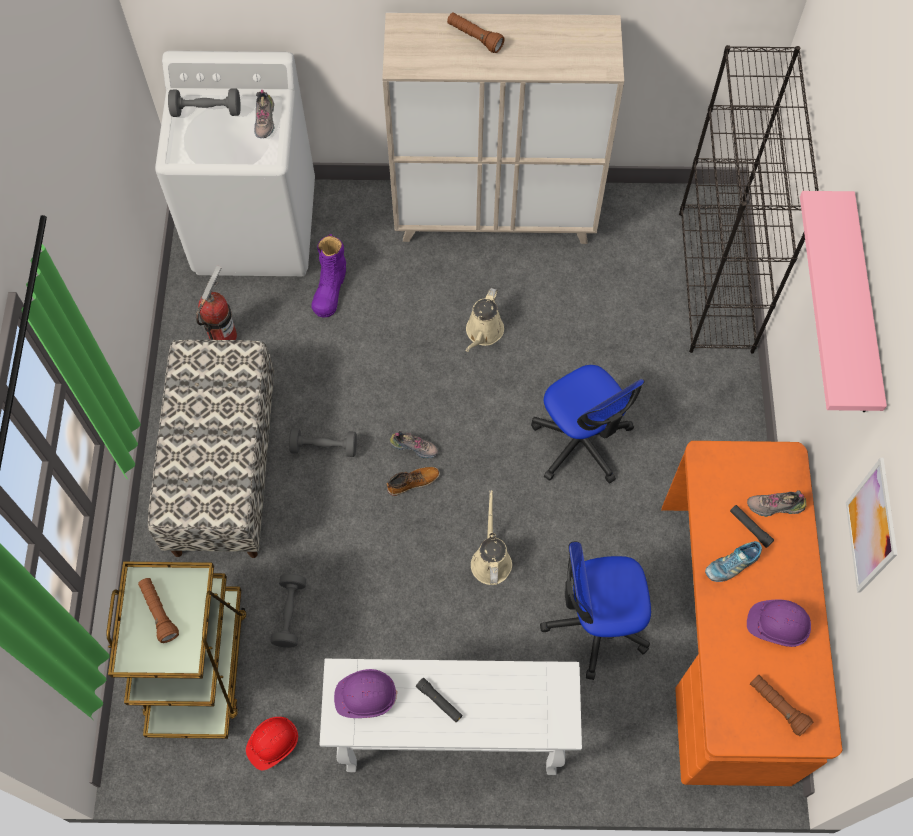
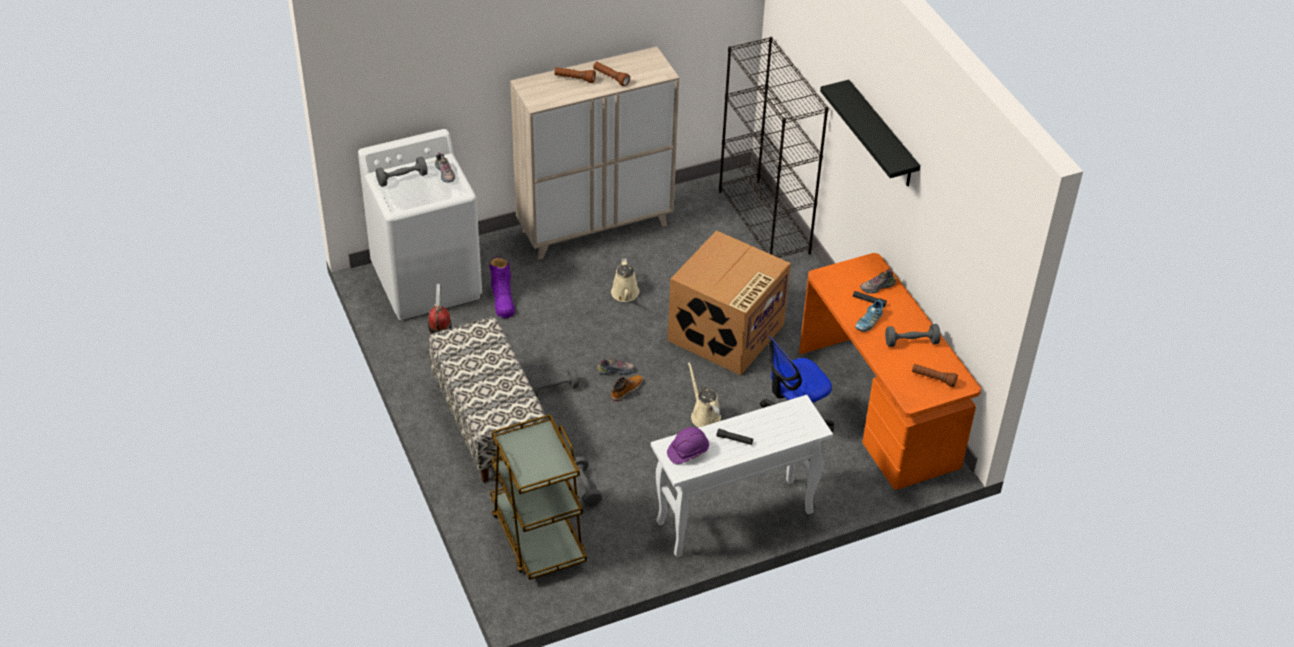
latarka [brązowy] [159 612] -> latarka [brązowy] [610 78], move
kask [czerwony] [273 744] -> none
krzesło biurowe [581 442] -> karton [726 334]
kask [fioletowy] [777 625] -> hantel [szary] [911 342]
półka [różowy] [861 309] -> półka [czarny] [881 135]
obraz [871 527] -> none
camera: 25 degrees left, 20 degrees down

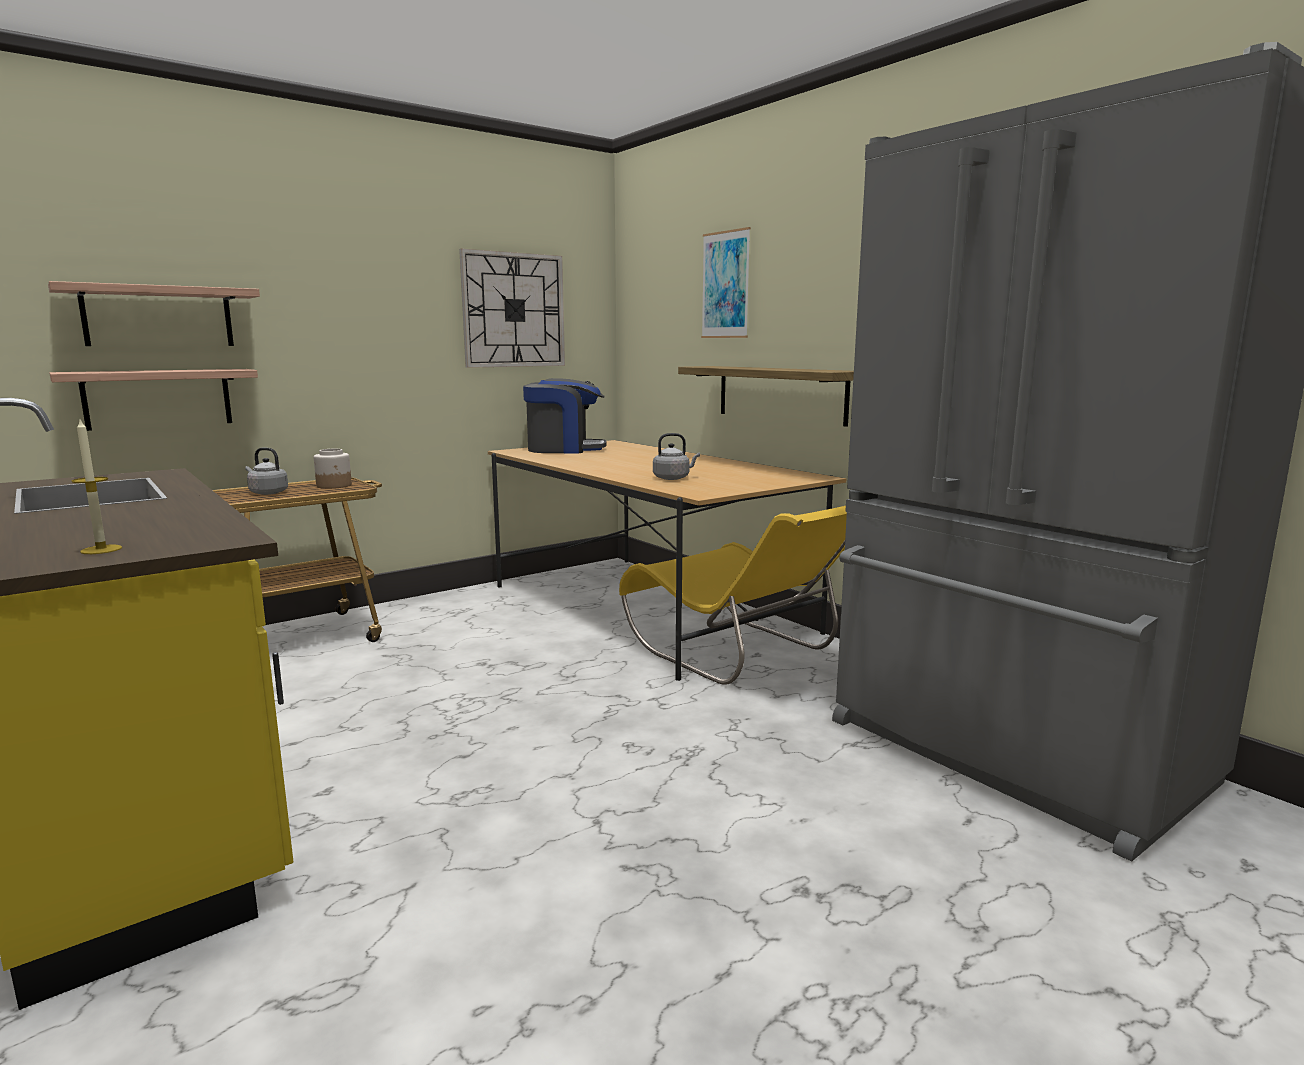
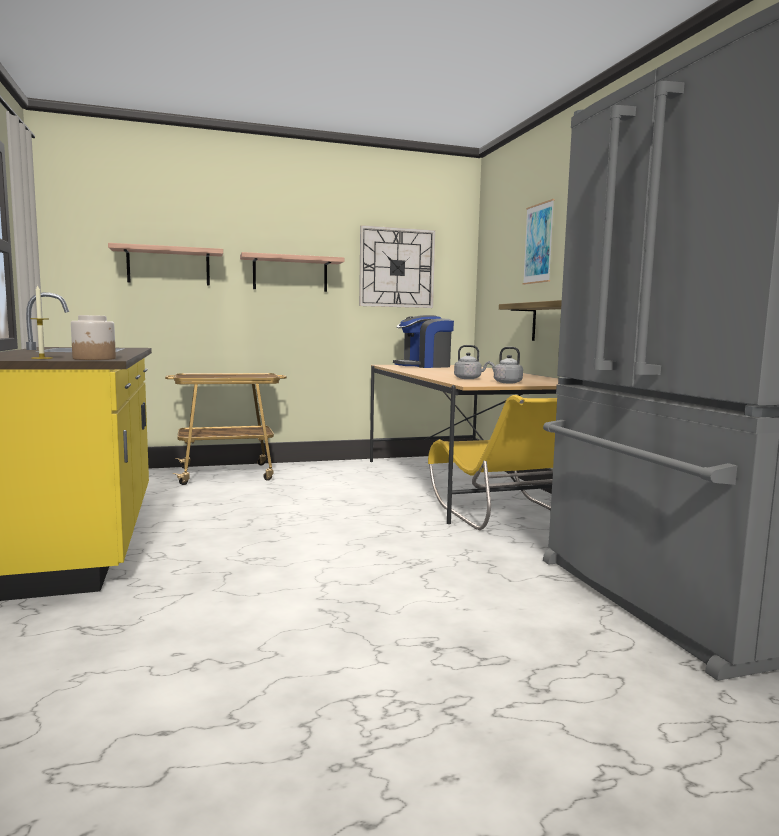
półka [158 398] -> półka [290 274], move
czajnik [szary] [267 492] -> czajnik [szary] [506 382], move
słoik [334 485] -> słoik [94 359], move
ekspres do kawy [564 449] -> ekspres do kawy [424 366], 135 degrees clockwise
camera: 20 degrees right, 5 degrees down

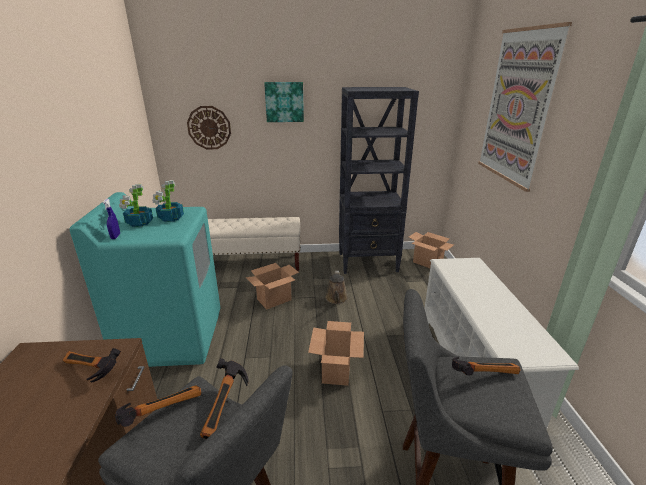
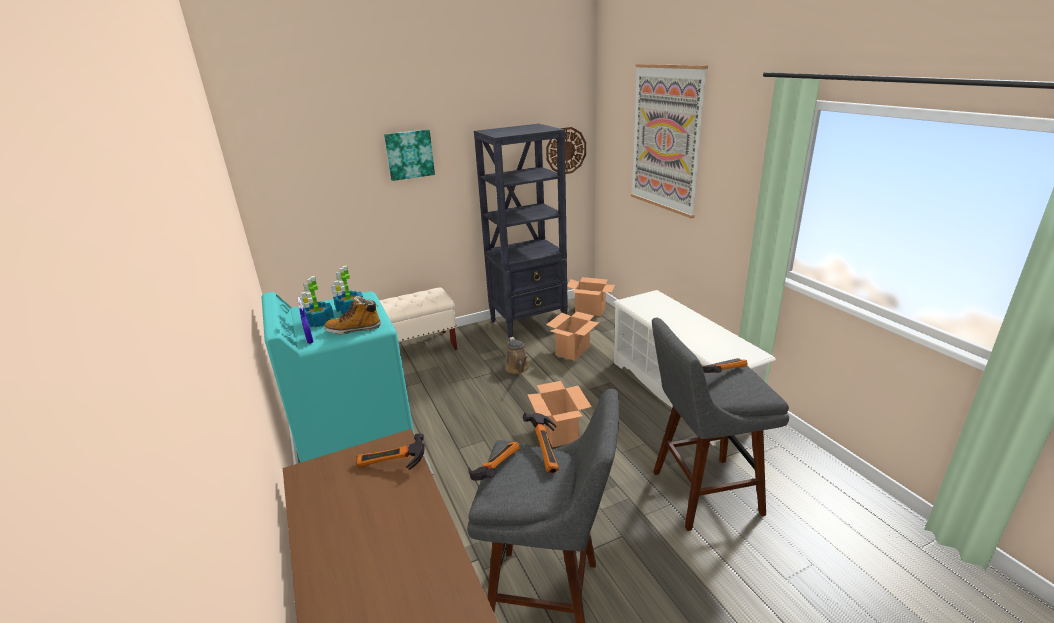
zegar ścienny [209 127] -> zegar ścienny [566 150], move
karton [274 299] -> karton [572 351], move
none -> but z cholewką [354 329]
camera: 20 degrees left, 0 degrees up

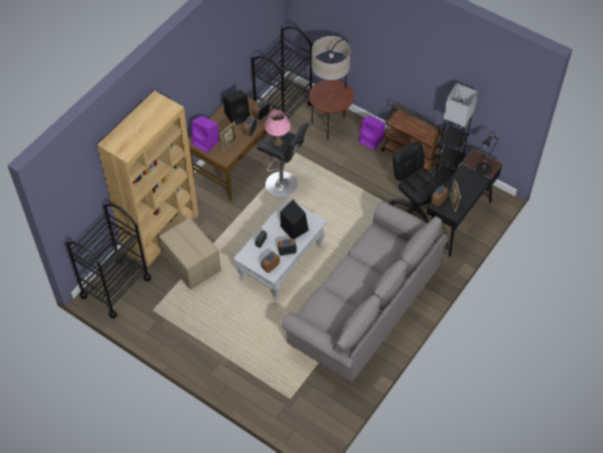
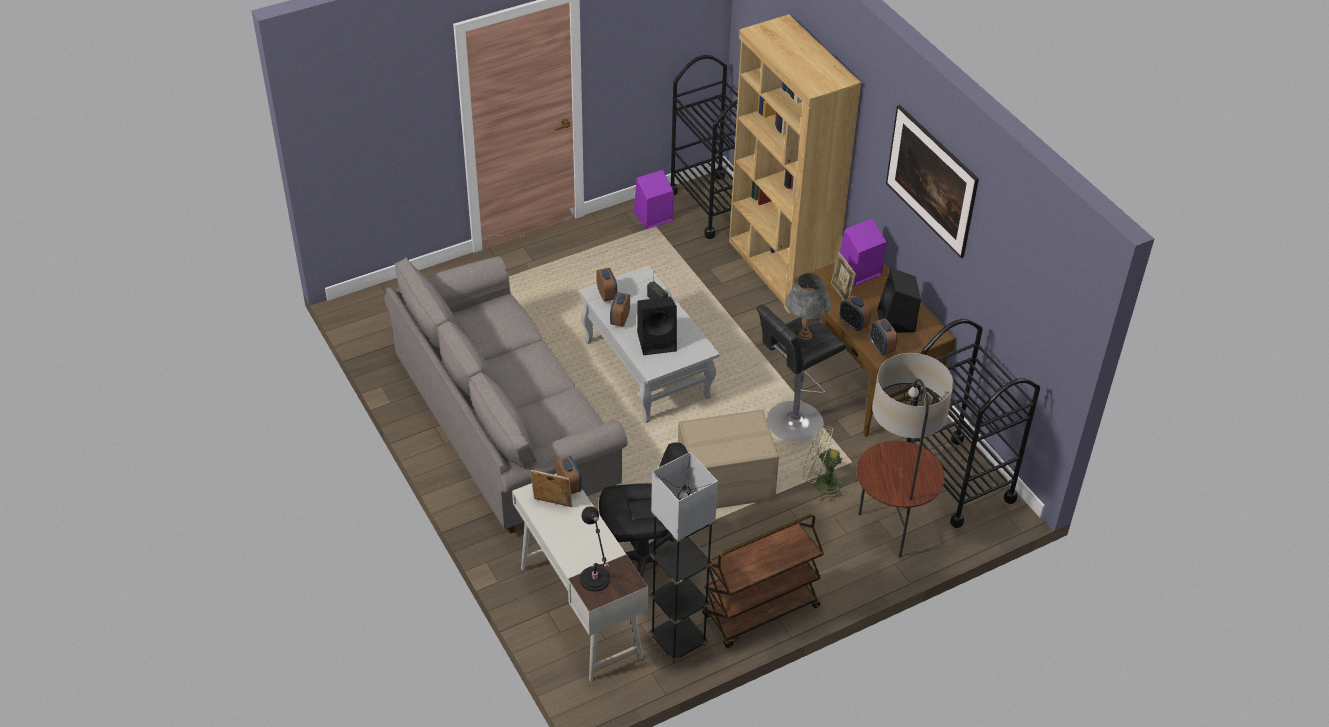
karton [192 263] -> karton [725 483], move
lampa stołowa [różowy] [278 142] -> lampa stołowa [szary] [805 335]
głośnik [fioletowy] [371 140] -> głośnik [fioletowy] [652 217], move
biurko [czarny] [457 222] -> biurko [biały] [580 611]
none -> wentylator [zielony] [820 484]
none -> obraz [928 200]
camera: 115 degrees right, 10 degrees down

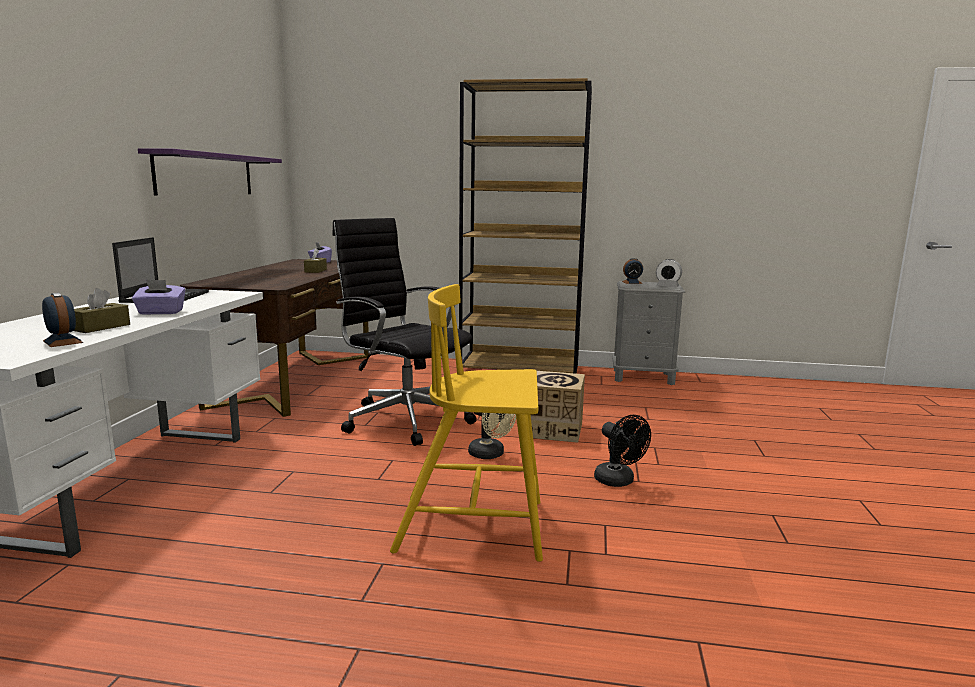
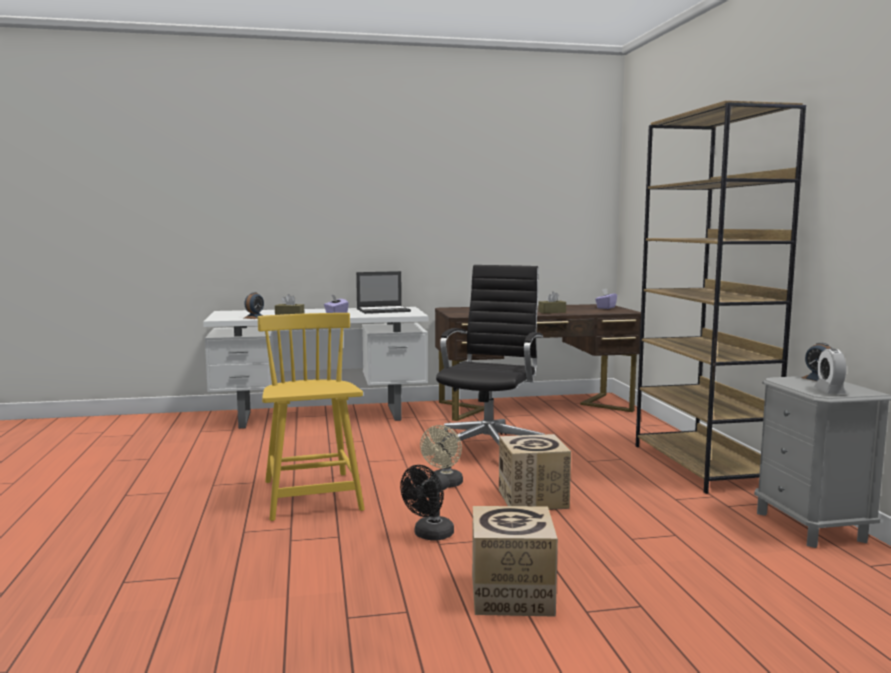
półka [fioletowy] [206 174] -> none
none -> karton [511 595]
camera: 70 degrees right, 5 degrees down

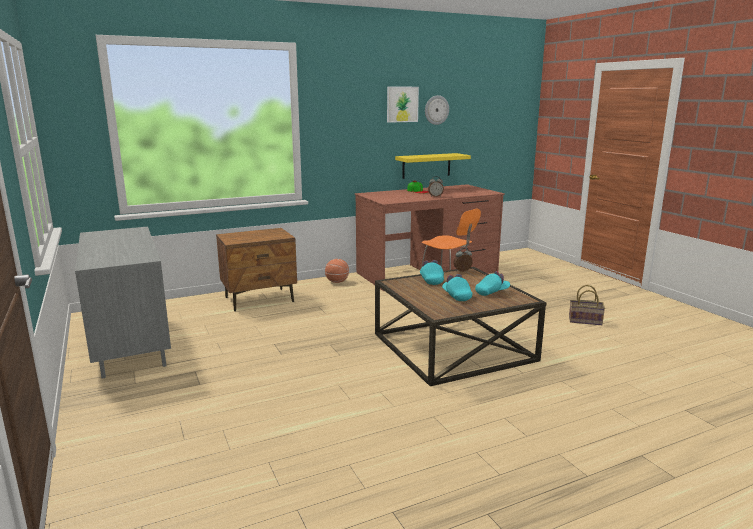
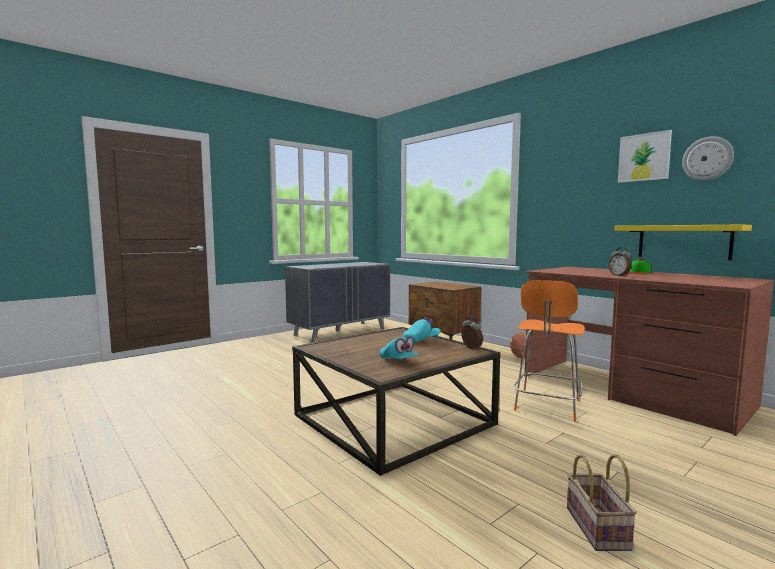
czapka z daszkiem [turkusowy] [456 296] -> none
camera: 75 degrees right, 10 degrees down

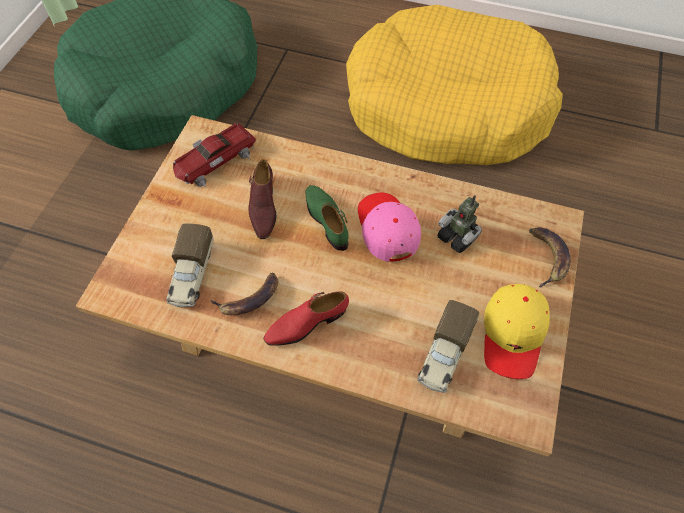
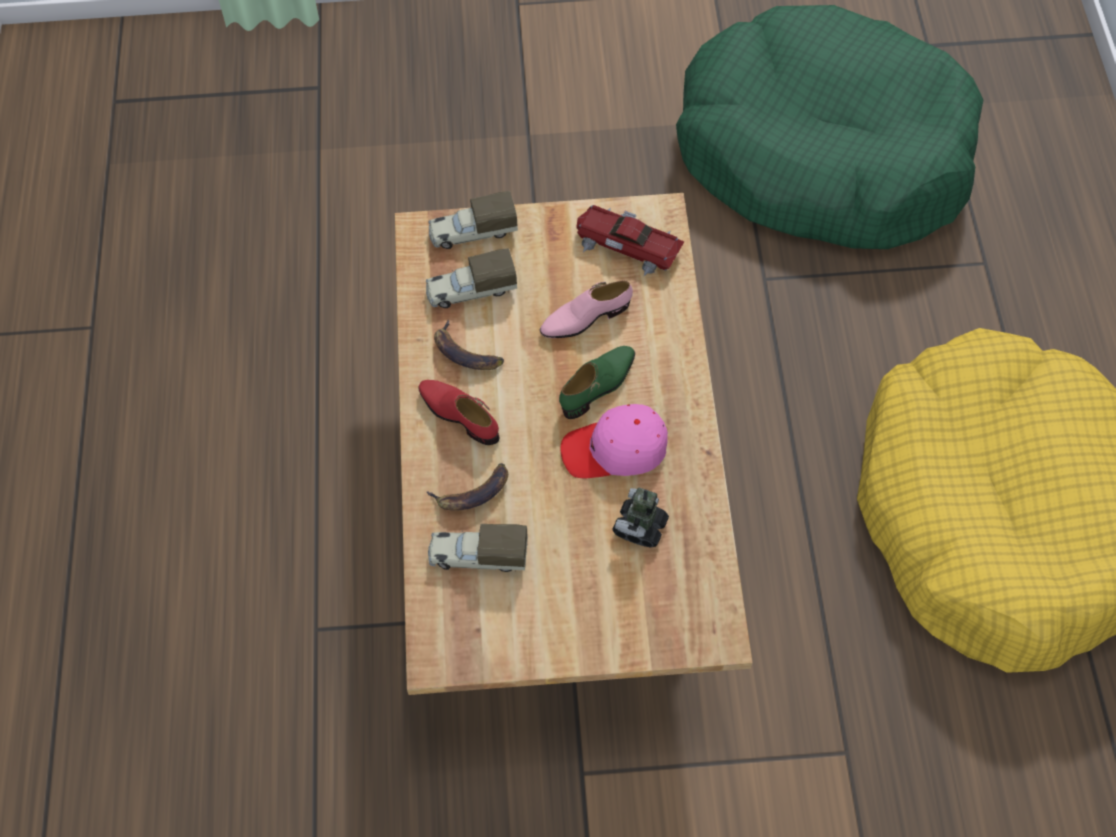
but [brązowy] [263 207] -> but [różowy] [585 318]
czapka z daszkiem [różowy] [386 229] -> czapka z daszkiem [różowy] [615 450], 150 degrees counterclockwise
czapka z daszkiem [żółty] [513 334] -> none
banan [547 257] -> banan [472 493], move
none -> ciężarówka zabawkowa [472 232]
camera: 70 degrees right, 0 degrees up

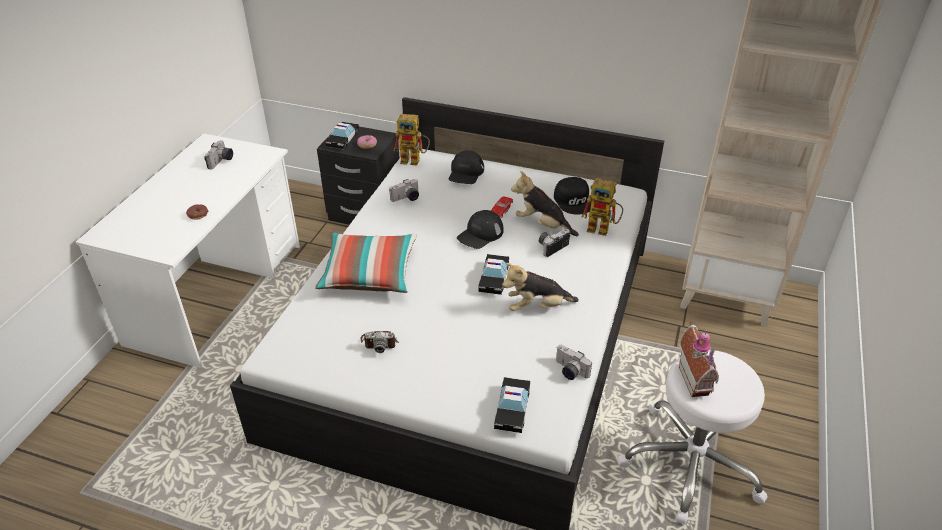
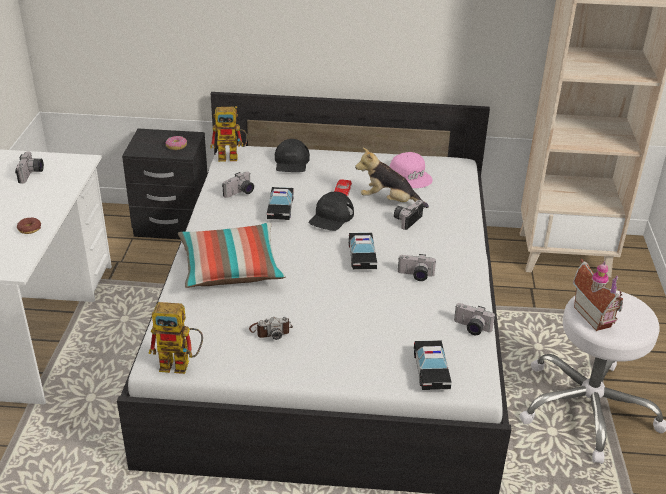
samochodzik [343 140] -> samochodzik [280 208], move
pluszak [537 307] -> aparat fotograficzny [415 276]
czapka z daszkiem [czarny] [574 200] -> czapka z daszkiem [różowy] [410 176]
robot zabawkowy [603 229] -> robot zabawkowy [181 364], move
camera: 15 degrees left, 5 degrees down

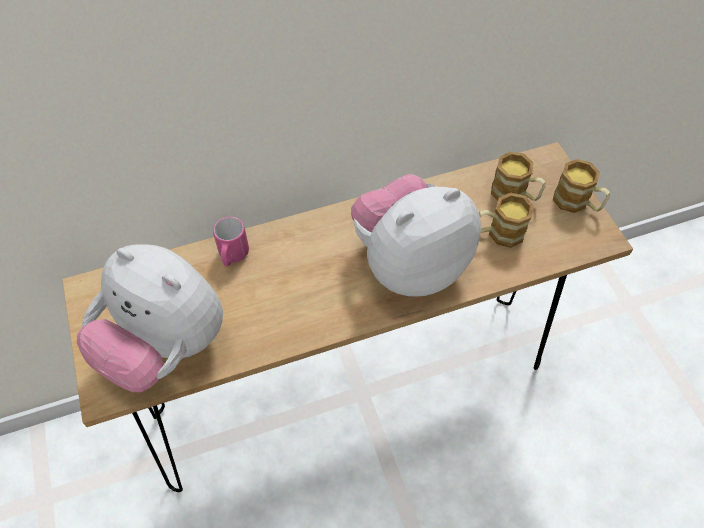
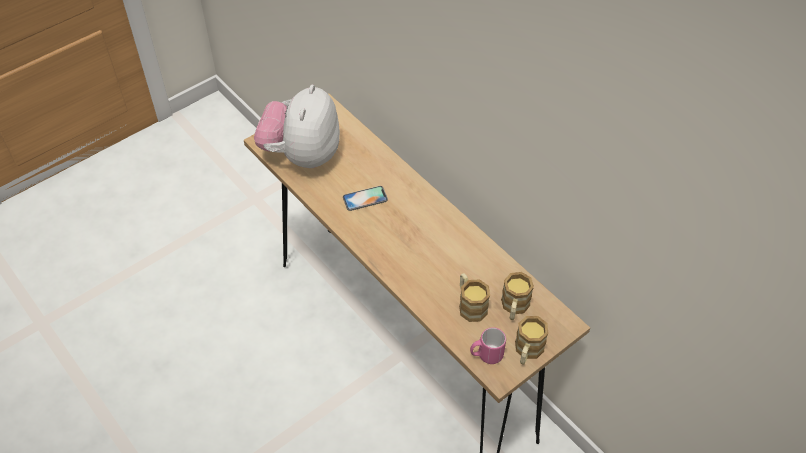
kubek [różowy] [232 256] -> kubek [różowy] [486 355], move
pluszak [409 263] -> none
none -> telefon [365 198]
camera: 70 degrees right, 5 degrees down

